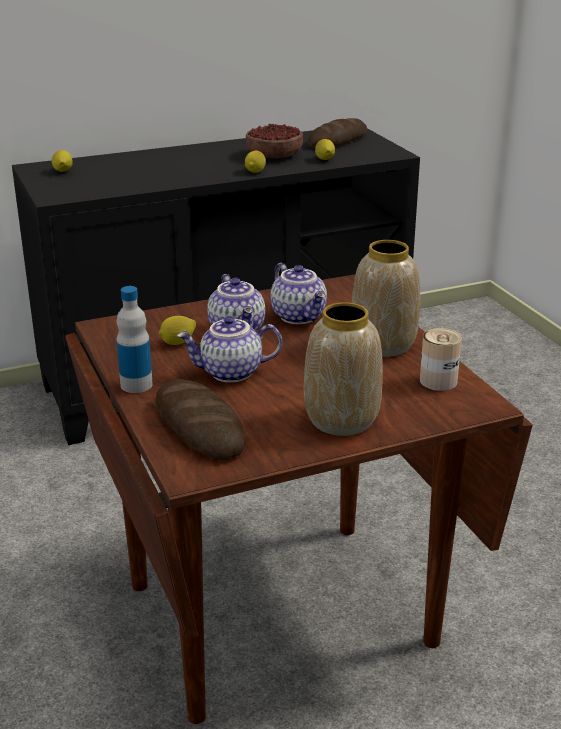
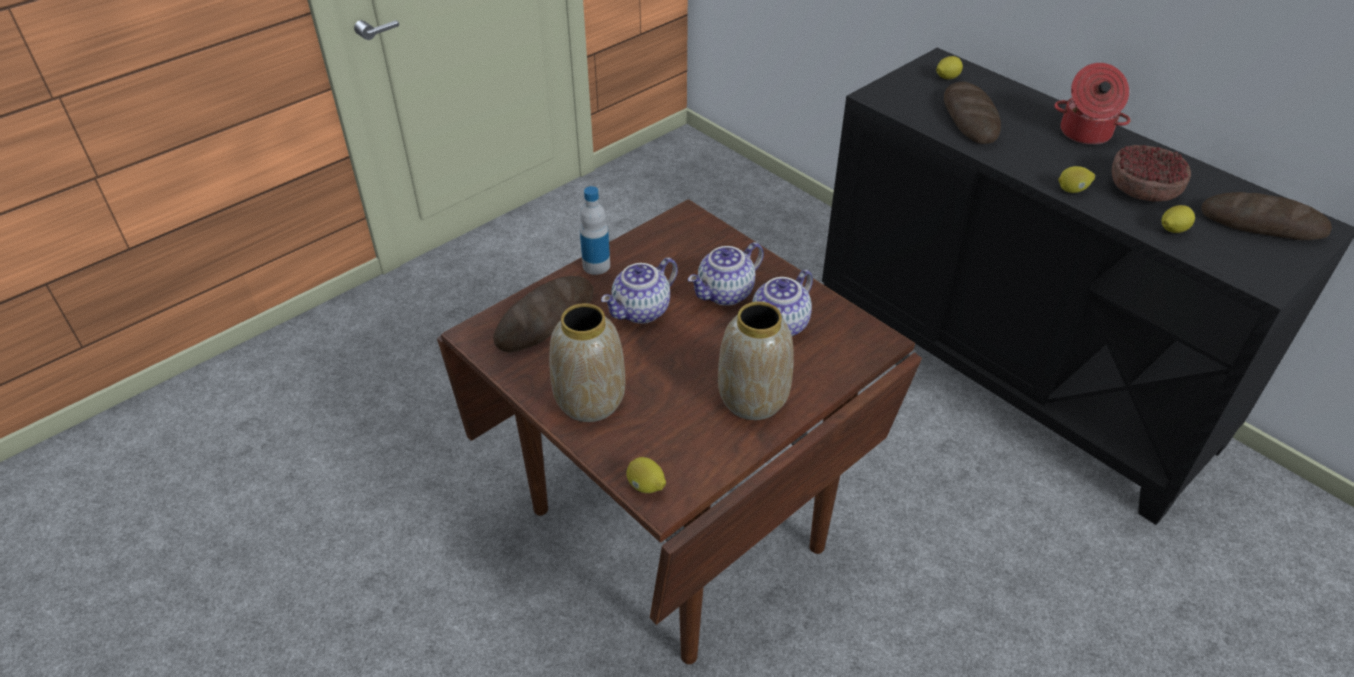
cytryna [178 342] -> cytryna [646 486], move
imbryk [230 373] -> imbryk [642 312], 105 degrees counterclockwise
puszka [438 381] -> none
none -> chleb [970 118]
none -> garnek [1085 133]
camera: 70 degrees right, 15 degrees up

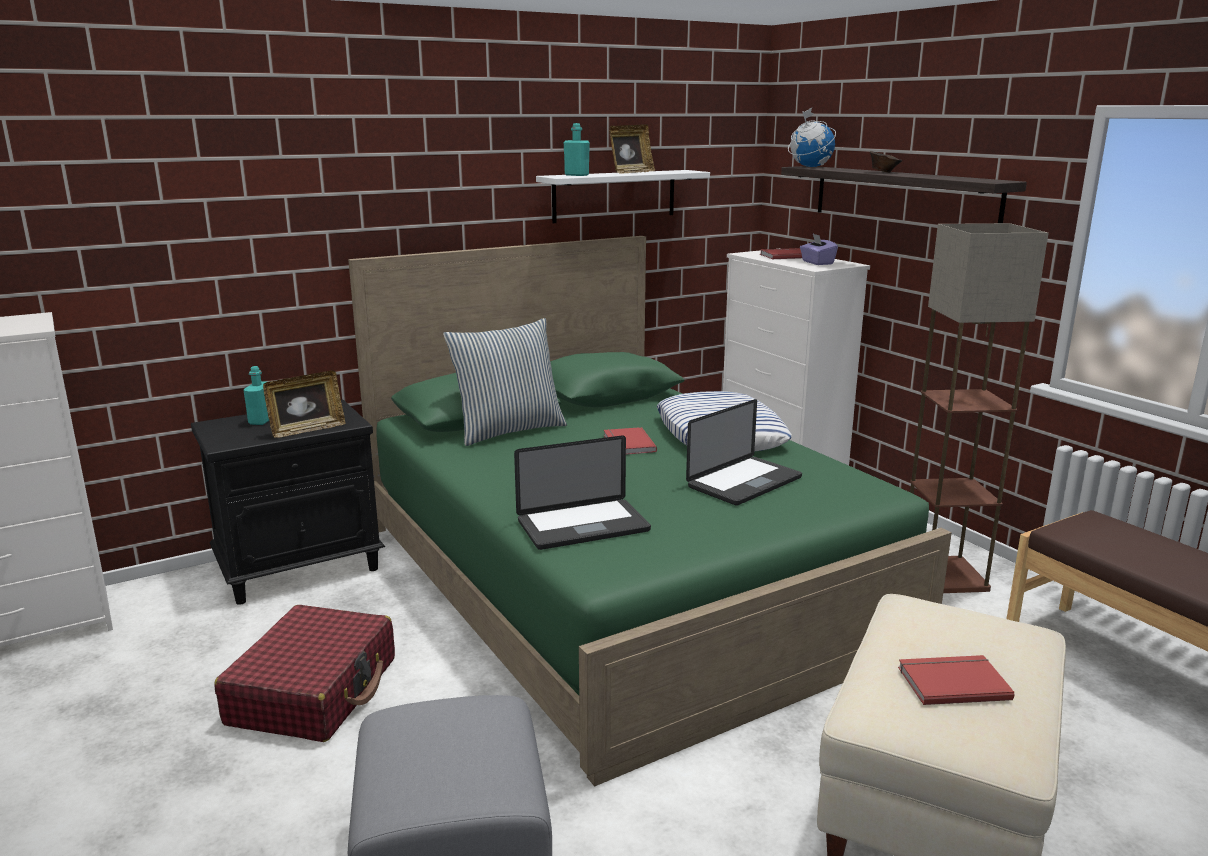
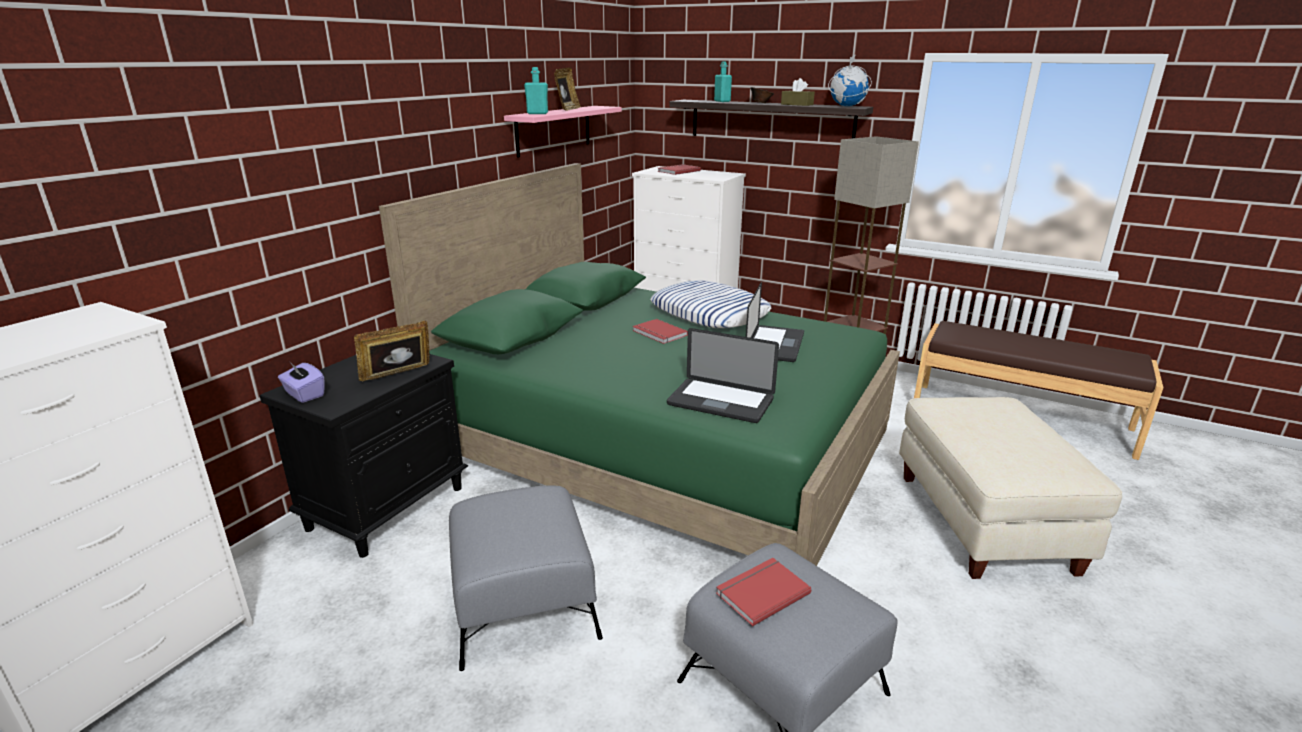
walizka [czerwony] [314 691] -> pufa [szary] [524 604]
butelka [turkusowy] [261 421] -> butelka [turkusowy] [722 101], move
ramka na zdjęcie [307 430] -> ramka na zdjęcie [398 376], 150 degrees counterclockwise
poduszka [508 430] -> none
laptop [583 526] -> laptop [720 402], 75 degrees clockwise
półka [biały] [614 196] -> półka [różowy] [554 130]
globus [810 167] -> globus [846 106], move
pudełko chusteczek [fioletowy] [817 263] -> pudełko chusteczek [fioletowy] [304 394], move
książka [czerwony] [951 682] -> książka [czerwony] [760 592], move
none -> pudełko chusteczek [brązowy] [797 104]
camera: 30 degrees left, 5 degrees up

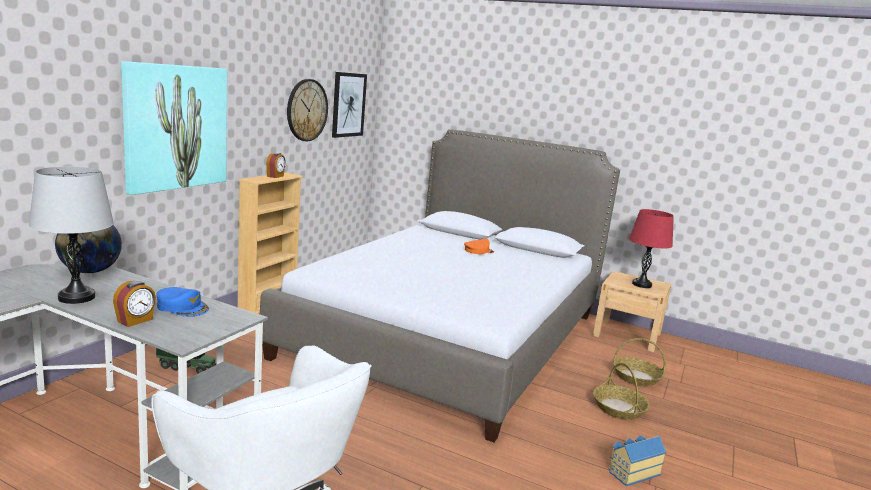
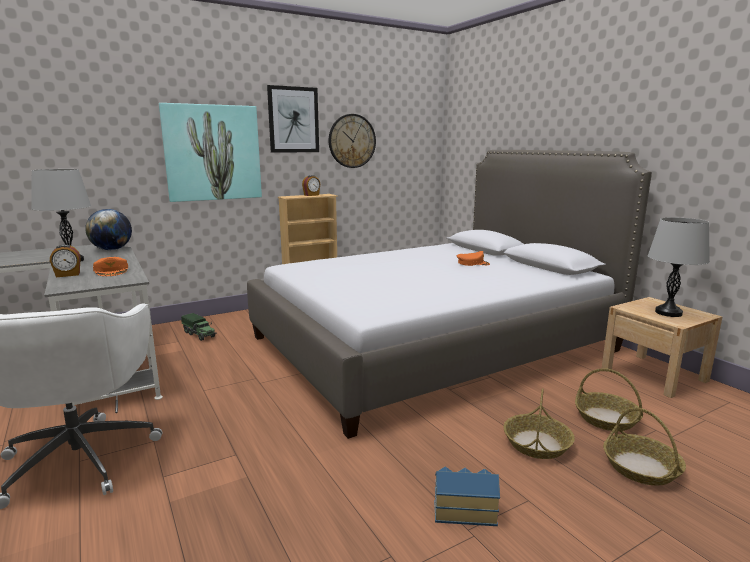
czapka z daszkiem [niebieski] [182 307] -> czapka z daszkiem [pomarańczowy] [111 271]
obraz [348 105] -> obraz [293 120], move
lampa stołowa [czerwony] [641 285] -> lampa stołowa [szary] [668 313]
none -> koszyk [640 467]
camera: 35 degrees right, 0 degrees up

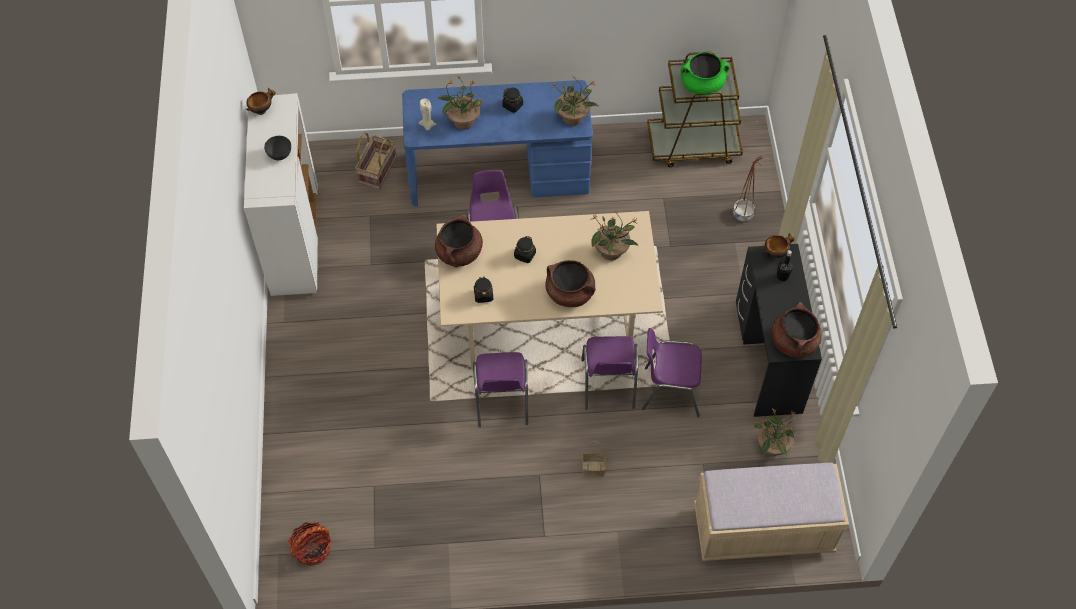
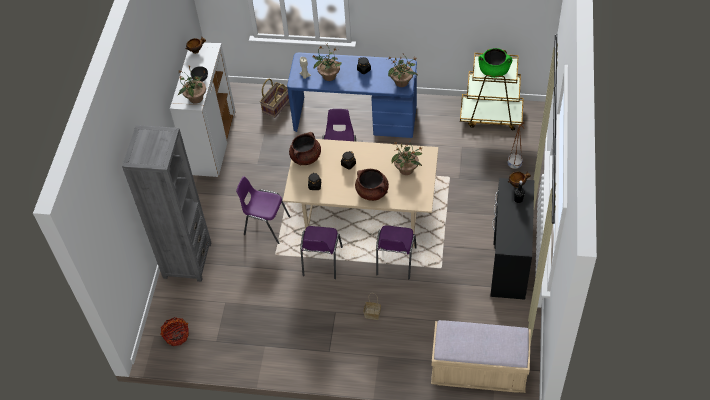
krzesło [fioletowy] [669 390] -> krzesło [fioletowy] [265 225], move
roślina doniczkowa [771 447] -> roślina doniczkowa [195 98], move
garnek [brązowy] [793 342] -> none
none -> regał [szary] [187 260]
camera: 15 degrees right, 5 degrees down

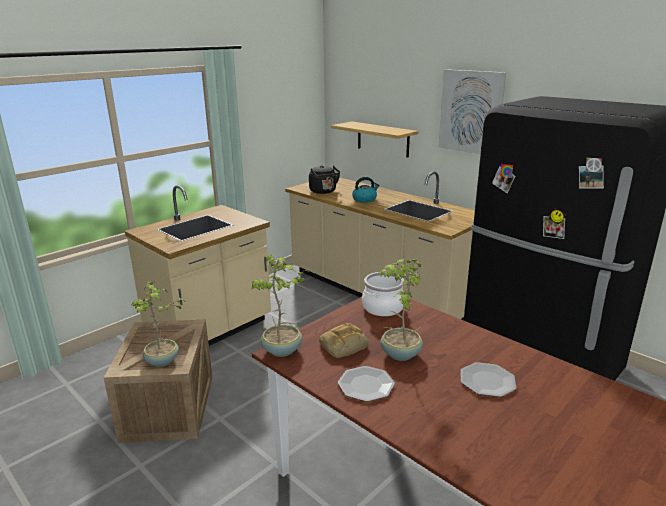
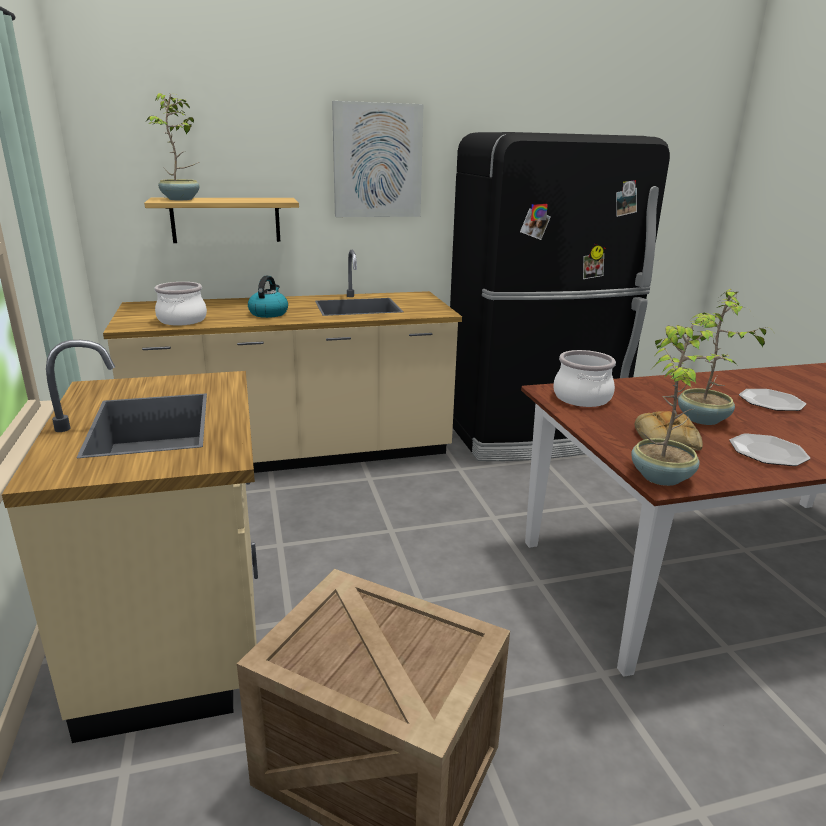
roślina doniczkowa [162 361] -> roślina doniczkowa [181 199], move
czajnik [czarny] [324 191] -> garnek [182 320]
camera: 60 degrees left, 0 degrees up

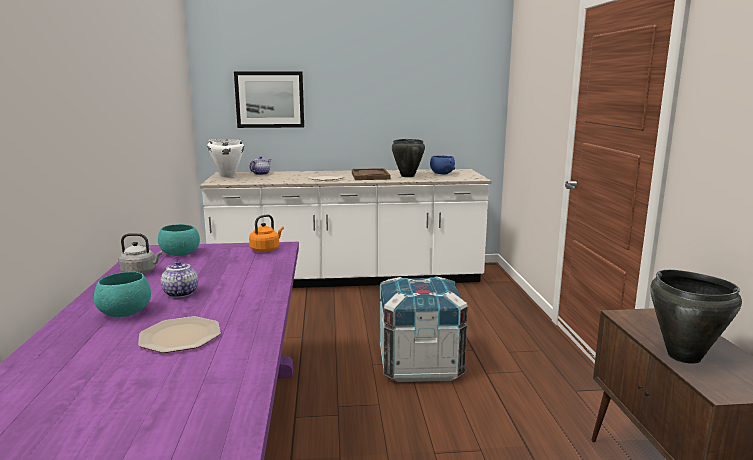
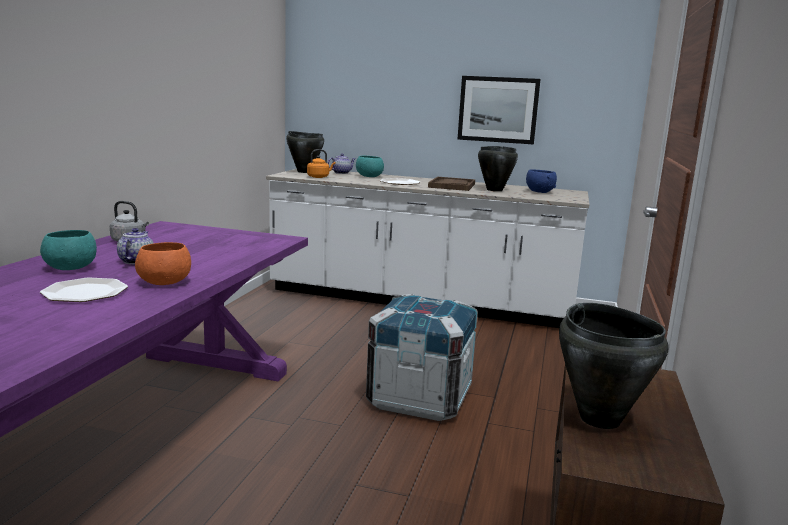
miska [turkusowy] [181 254] -> miska [turkusowy] [369 176], move
garnek [biały] [227 176] -> garnek [czarny] [304 172]
obraz [269 99] -> obraz [498 109], move
czajnik [pomarańczowy] [266 249] -> czajnik [pomarańczowy] [319 177], move
none -> miska [pomarańczowy] [164 282]
camera: 20 degrees right, 0 degrees up

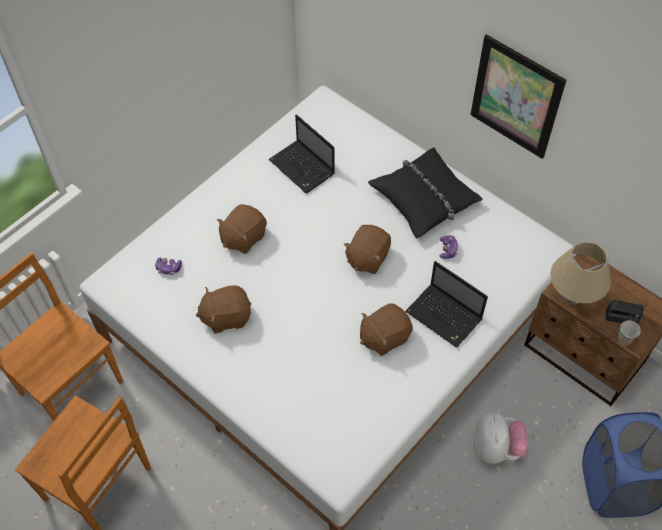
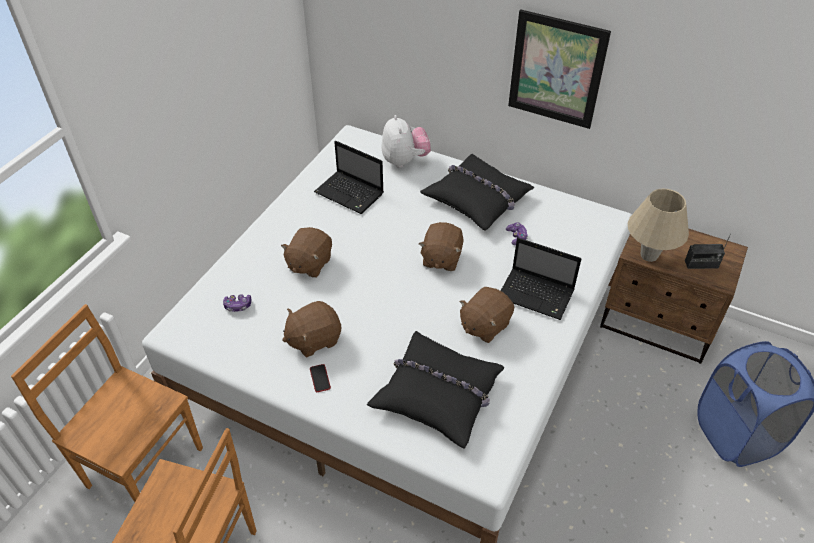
pluszak [496 448] -> pluszak [405 160], move
filiżanka [624 340] -> none
none -> telefon [320 378]
none -> poduszka [czarny] [438 394]
camera: 15 degrees left, 10 degrees down

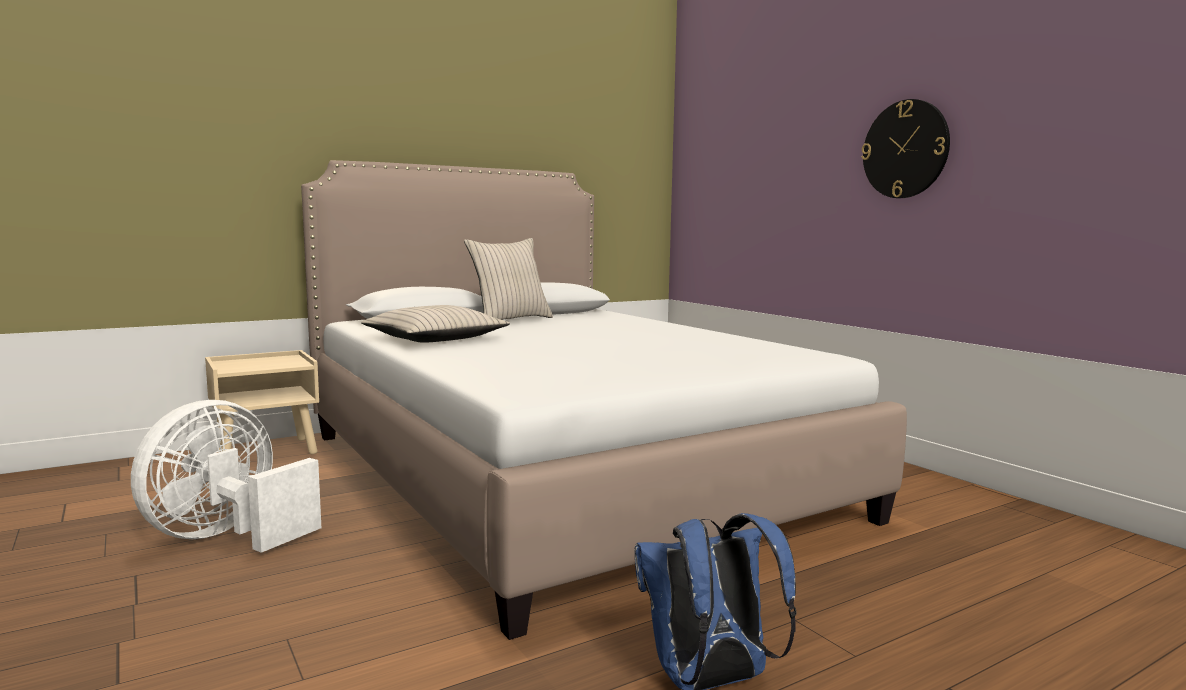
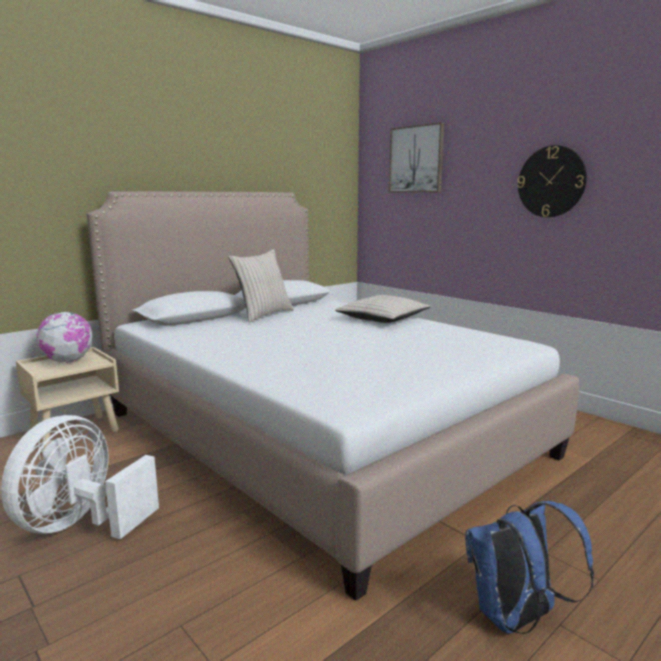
poduszka [beżowy] [434 339] -> poduszka [beżowy] [382 318], move
none -> globus [68 361]
none -> obraz [416 159]
camera: 10 degrees left, 5 degrees up

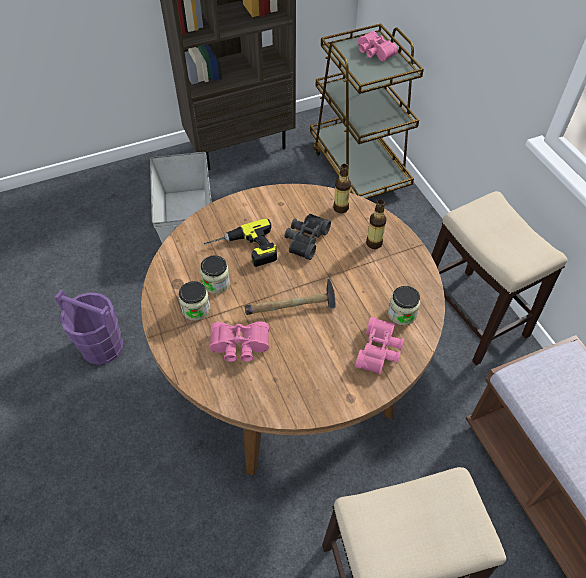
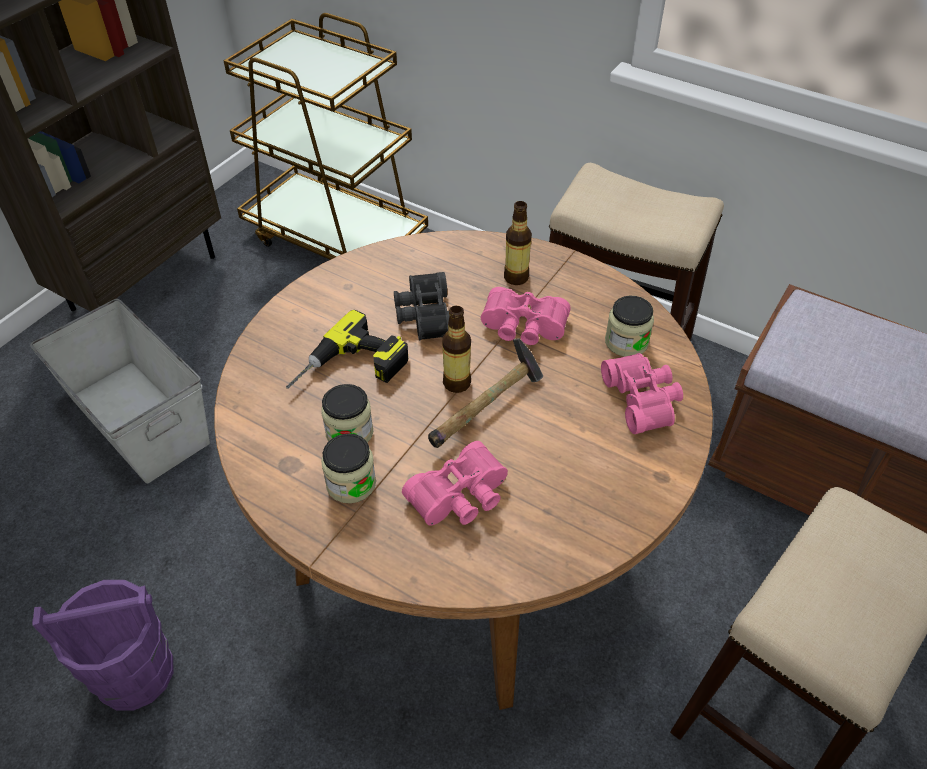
butelka [341 208] -> butelka [457 383], move
lornetka [różowy] [374 53] -> lornetka [różowy] [523 328], move
camera: 35 degrees left, 5 degrees down

